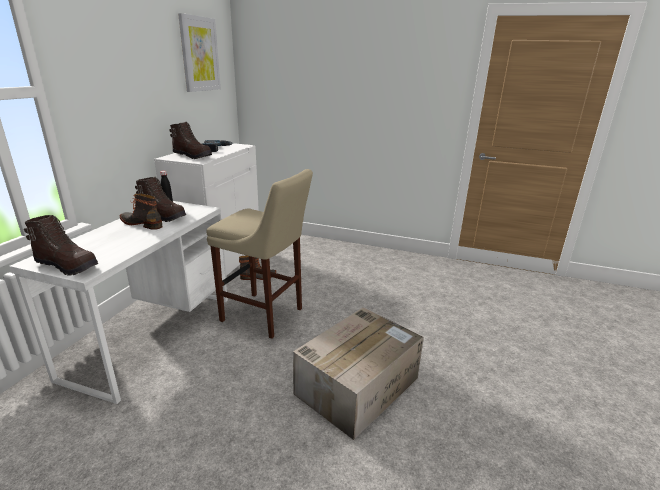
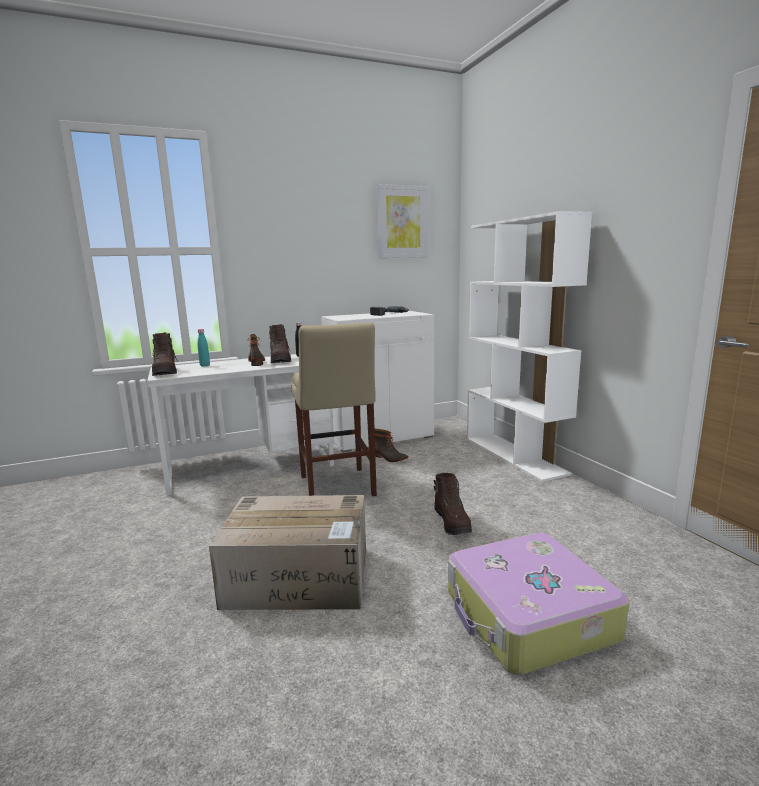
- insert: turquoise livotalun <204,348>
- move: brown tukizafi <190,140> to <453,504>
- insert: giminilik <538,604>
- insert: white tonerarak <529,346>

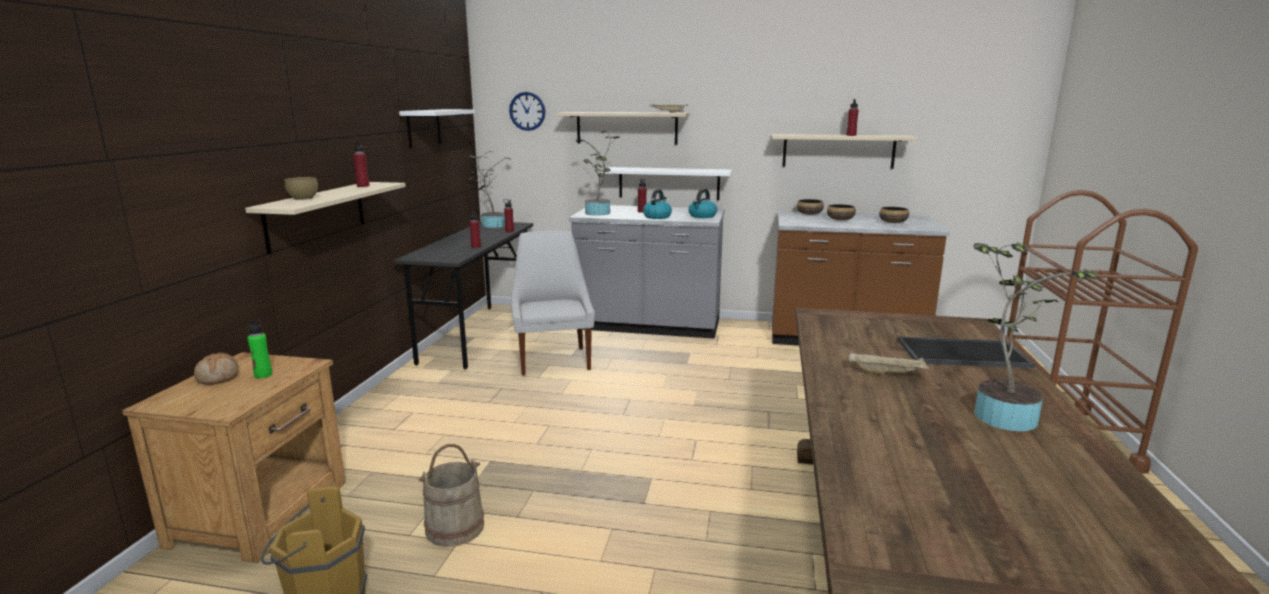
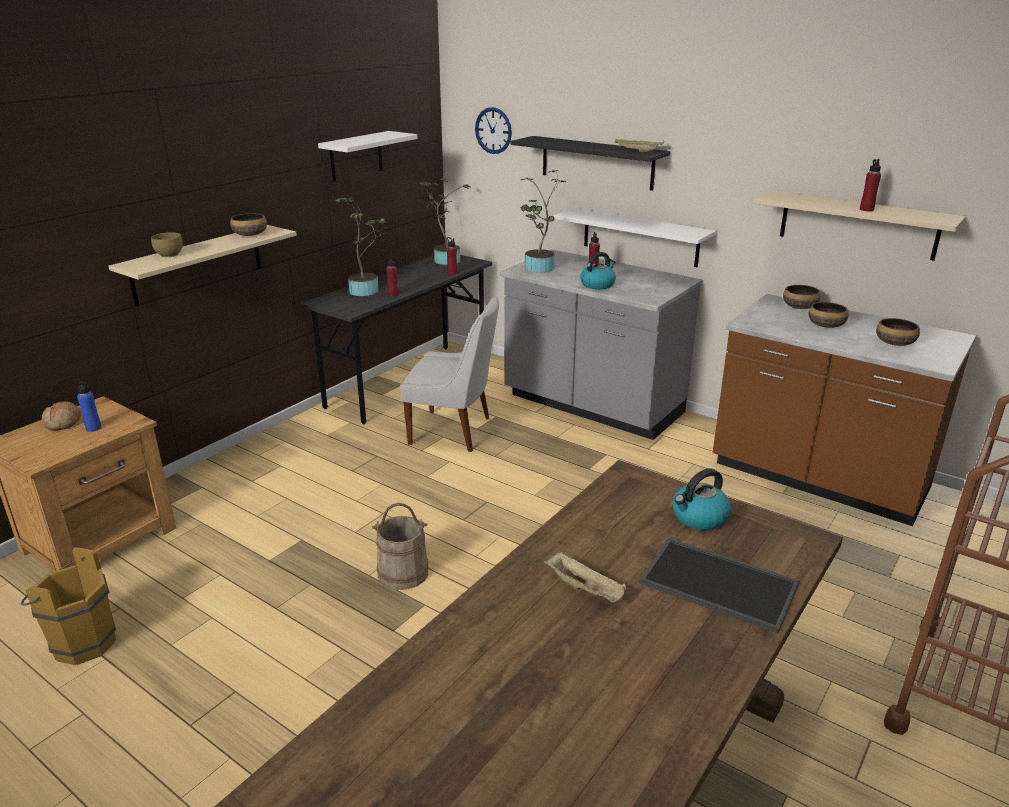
- recolor: green livotalun <259,349> to blue livotalun <89,406>
- replace: red livotalun <361,164> to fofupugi <248,224>
- move: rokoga <1035,336> to <362,246>
- move: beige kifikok <451,495> to <400,546>
- rotate: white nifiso <553,303> = <449,374> 90 degrees clockwise
- recolor: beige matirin <623,128> to black matirin <590,163>
- move: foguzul <702,203> to <701,499>

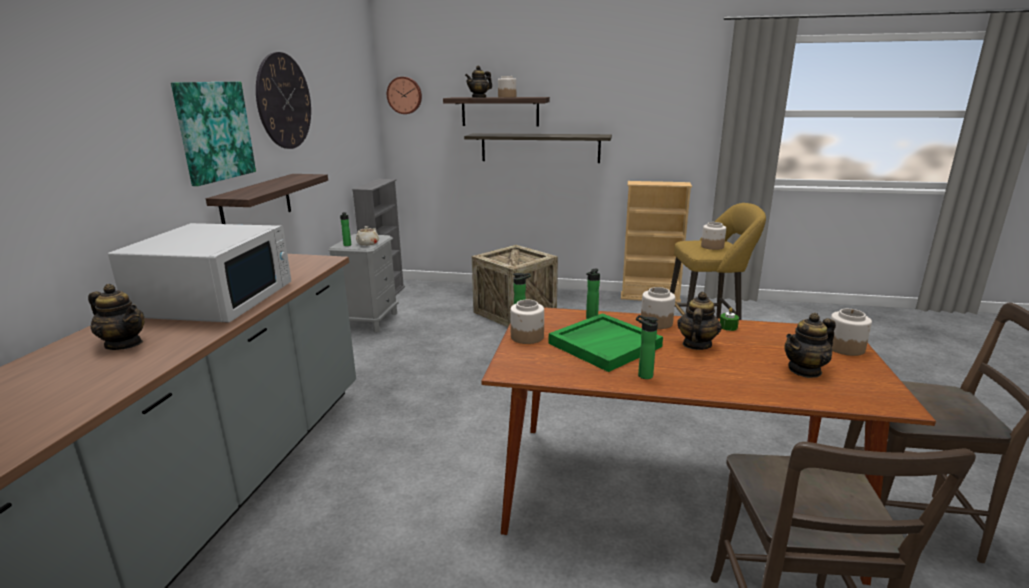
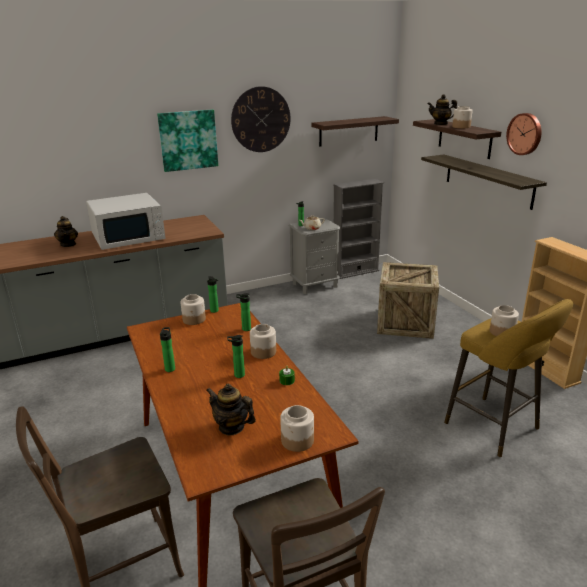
- replace: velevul <699,321> to livotalun <236,356>
- move: matirin <267,199> to <355,131>
- move: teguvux <404,95> to <524,134>
- delete: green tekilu <606,342>

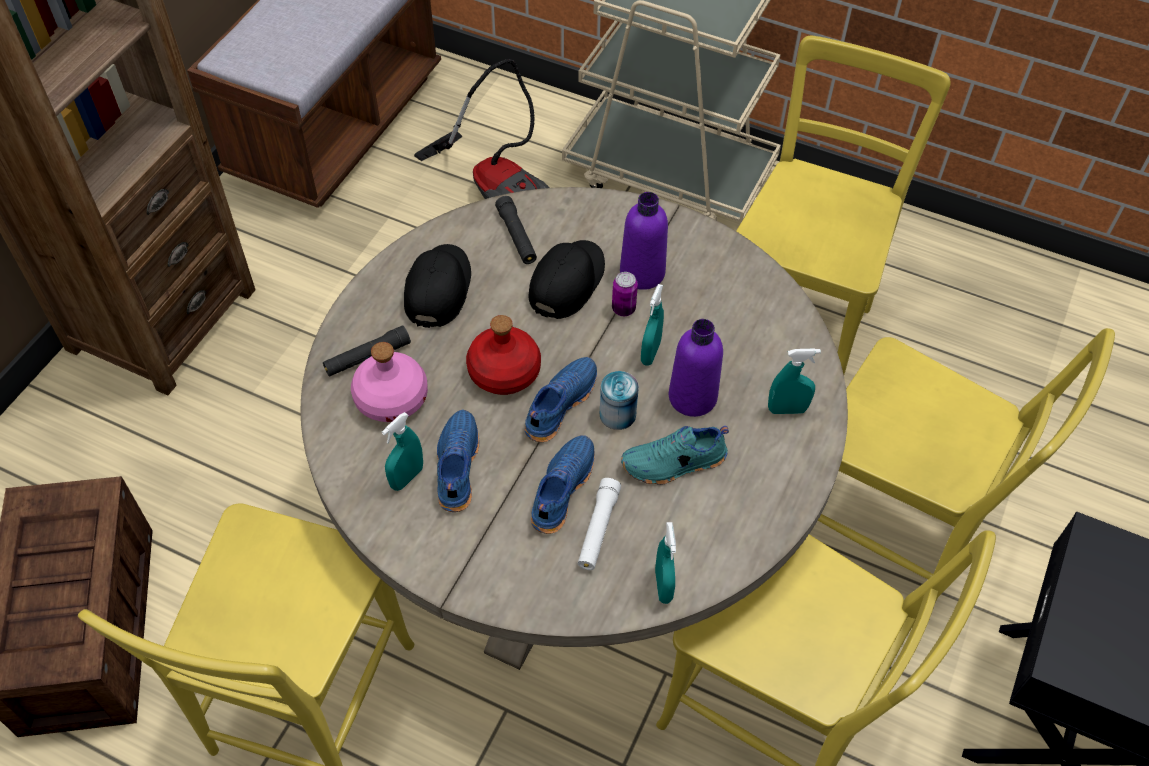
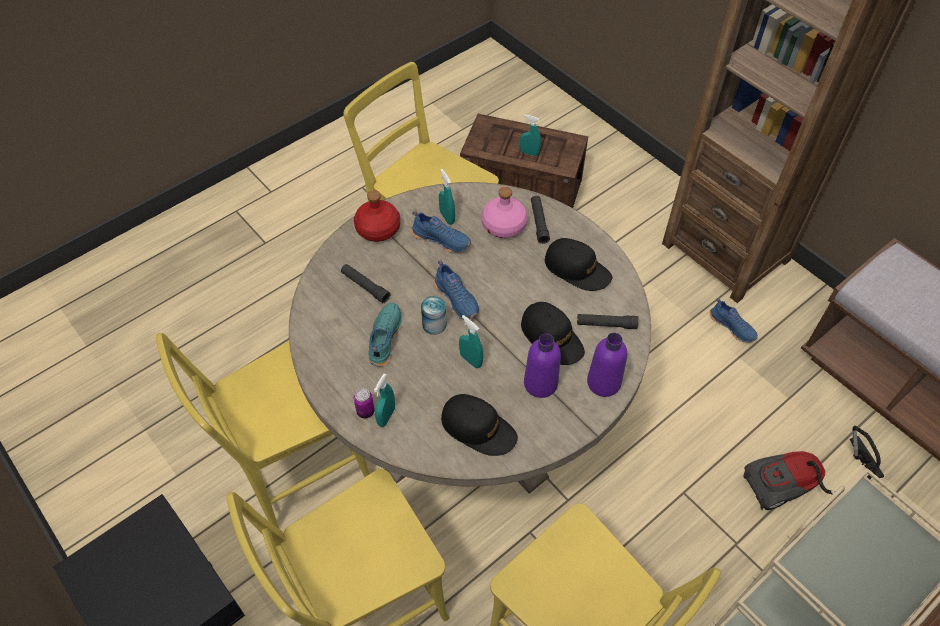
- recolor: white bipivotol <599,524> to black bipivotol <366,283>
- move: red livotalun <503,355> to <377,216>
- move: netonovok <625,294> to <364,403>
- insert: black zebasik <479,425>
- move: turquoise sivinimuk <665,563> to <530,135>
- move: purple livotalun <696,368> to <607,365>
- move: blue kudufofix <563,484> to <734,320>

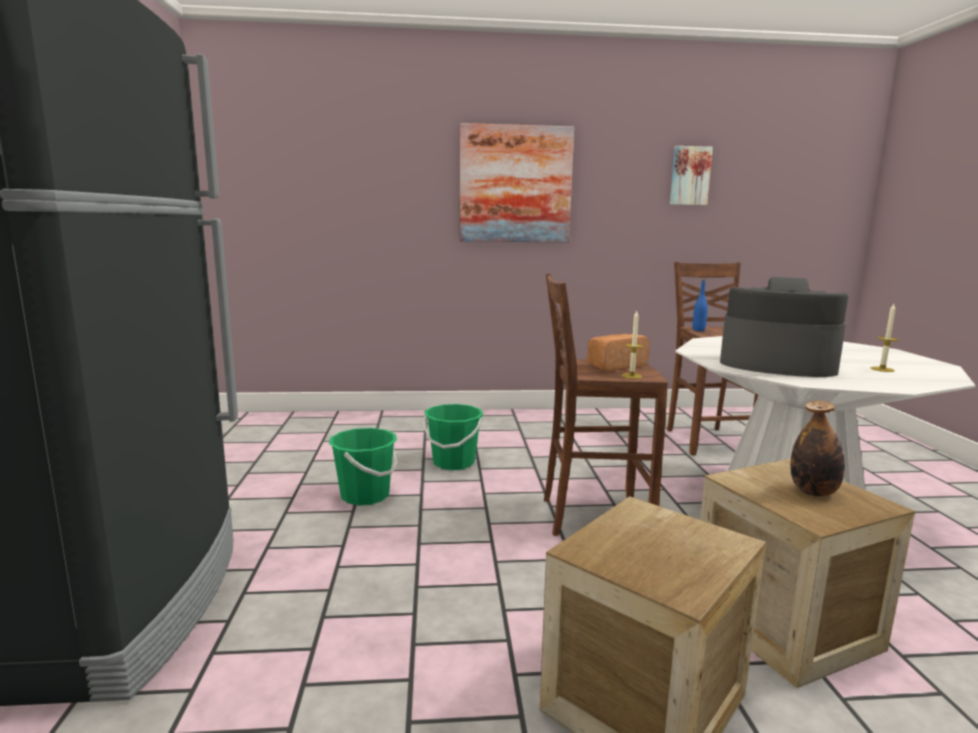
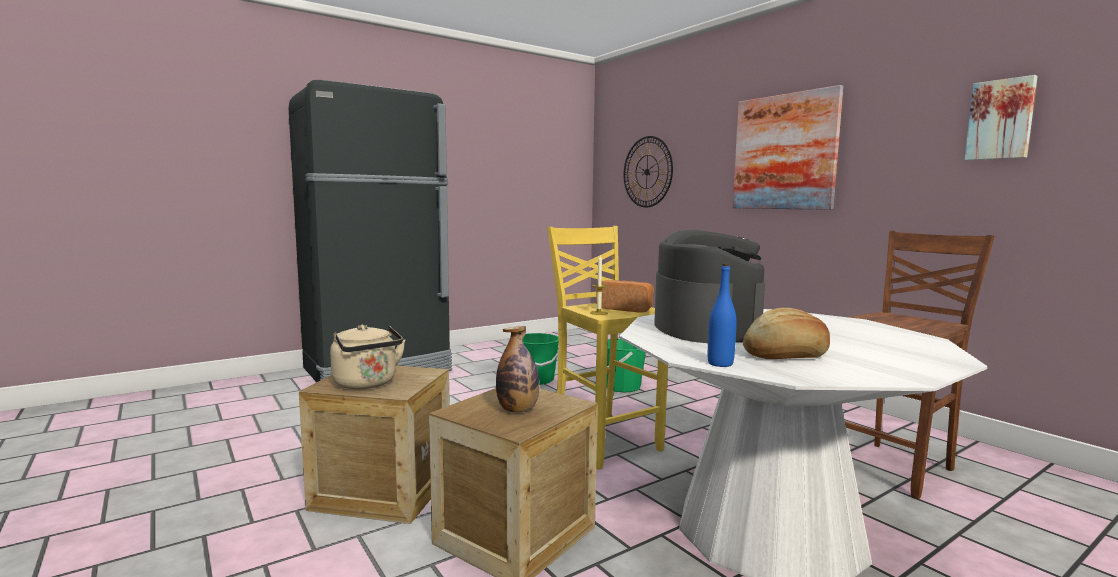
- insert: beige foguzul <367,357>
- recolor: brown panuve <606,405> to yellow panuve <607,348>
- insert: teguvux <648,172>
- move: blue livotalun <700,305> to <722,315>
- replace: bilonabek <884,338> to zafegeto <786,333>

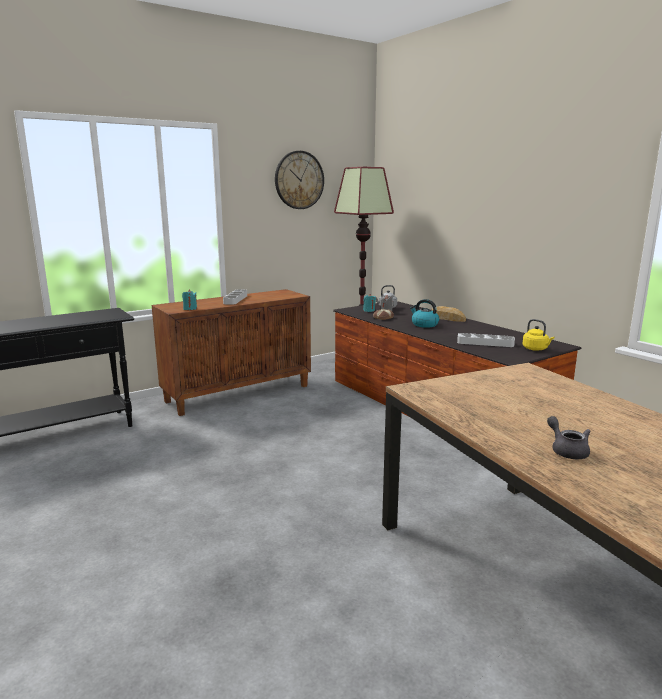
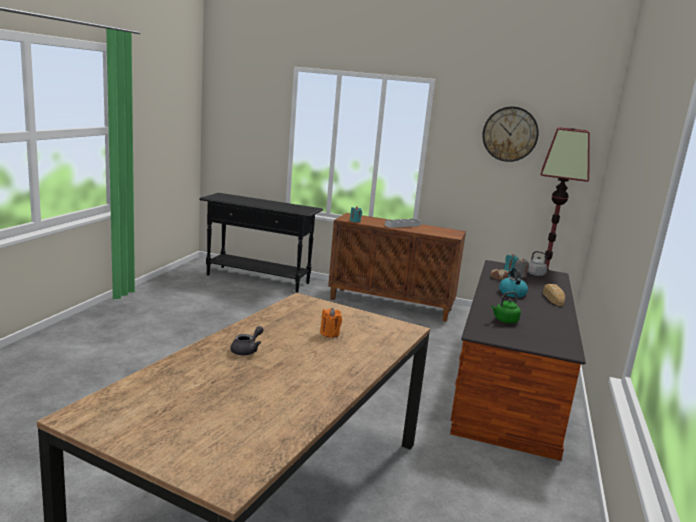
- insert: orange bilonabek <331,323>
- replace: grey tekilu <486,340> to green foguzul <506,307>
- delete: yellow foguzul <538,335>

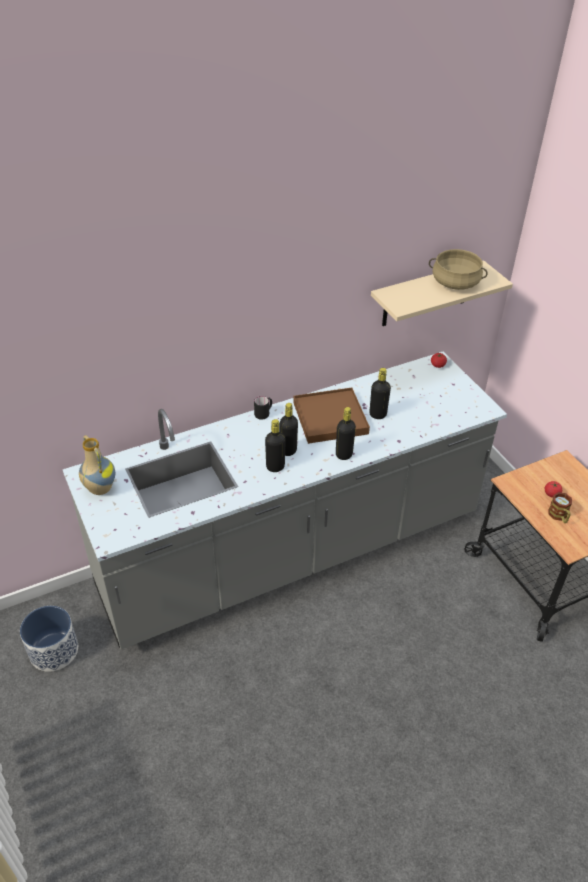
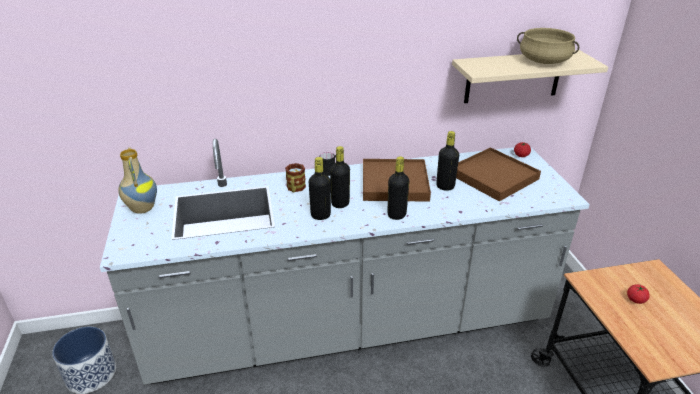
- move: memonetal <560,507> to <295,177>
- insert: brown tekilu <498,174>

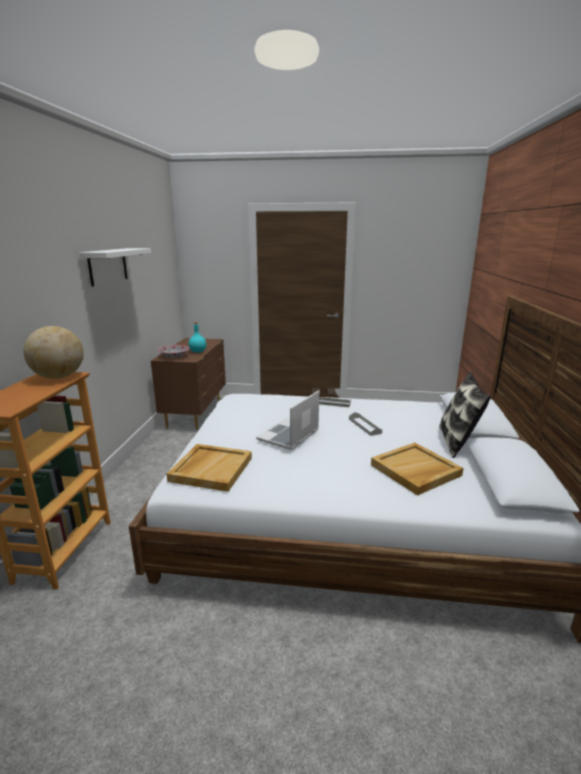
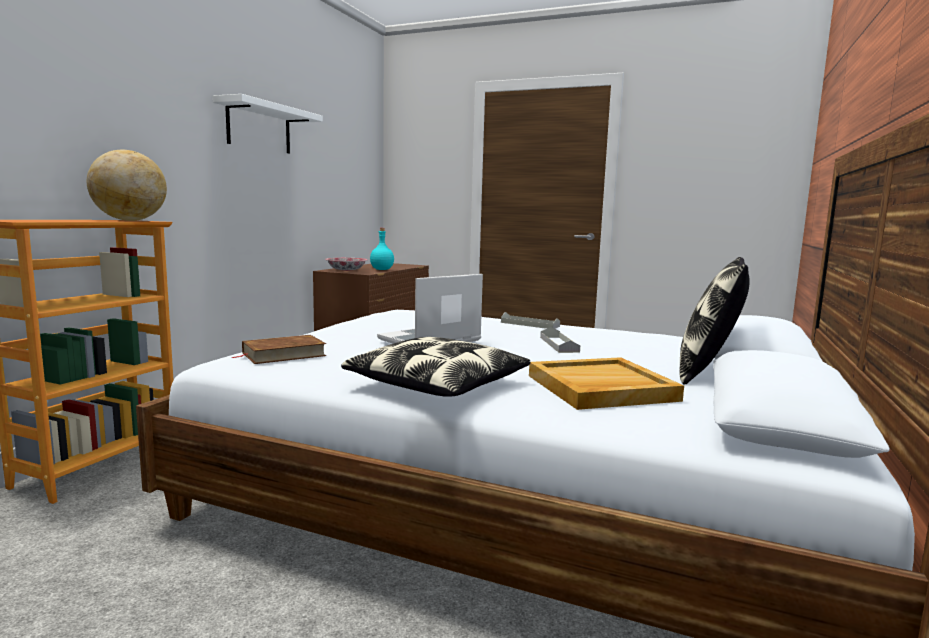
- replace: beige tekilu <209,468> to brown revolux <279,349>
- insert: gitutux <435,367>

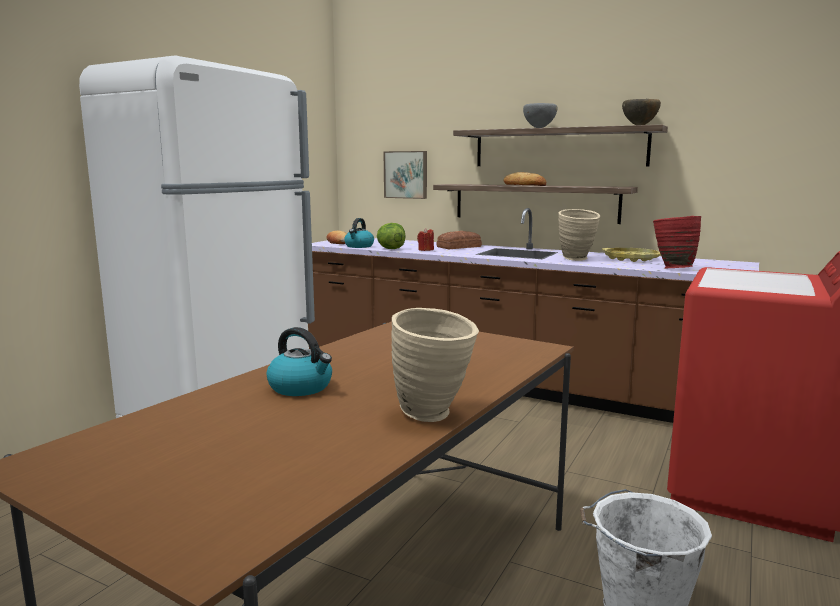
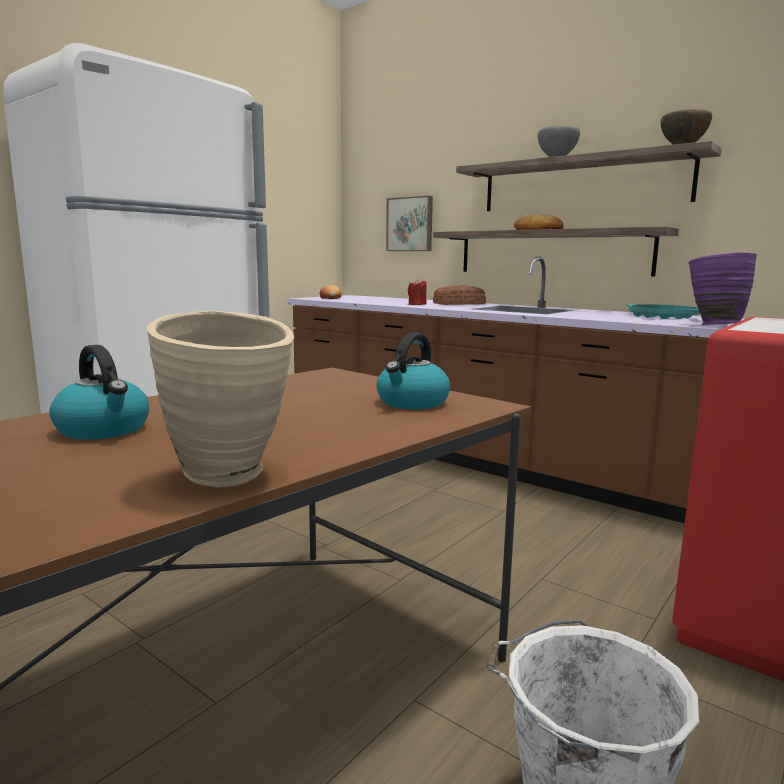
- move: foguzul <359,233> to <413,371>
- recolor: yellow tekilu <631,255> to turquoise tekilu <663,311>
- recolor: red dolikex <677,242> to purple dolikex <723,288>
- delete: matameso <391,236>
- delete: beige dolikex <579,235>

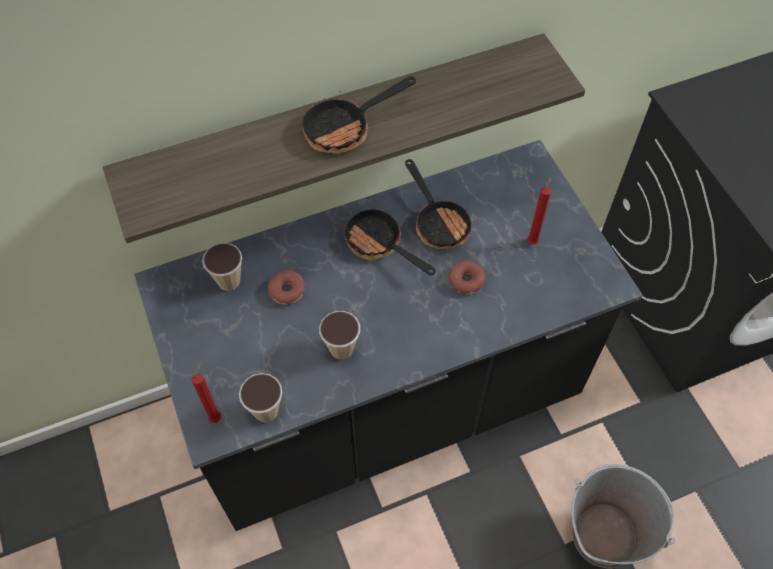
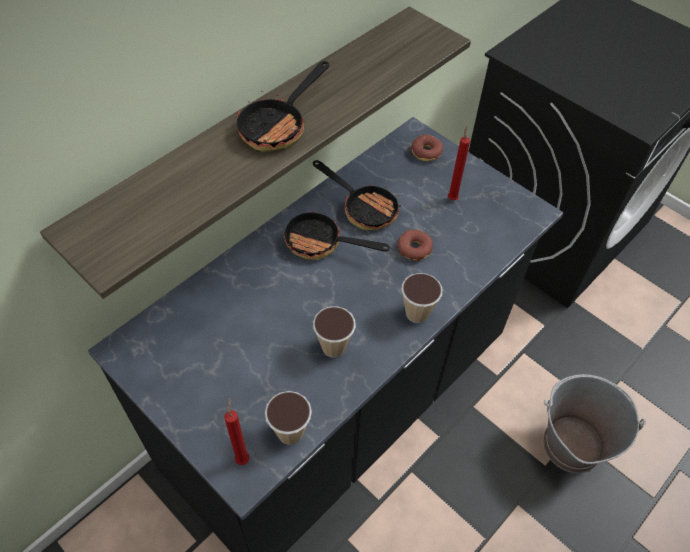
- move: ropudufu <222,267> to <422,298>
- move: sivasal <286,287> to <426,148>

